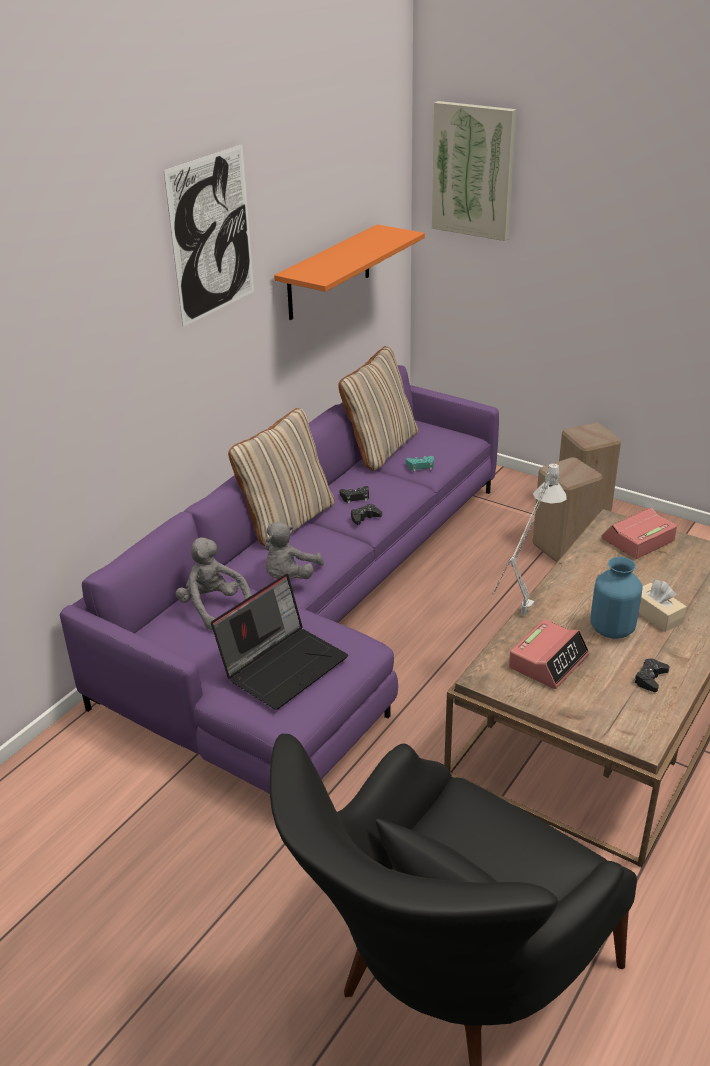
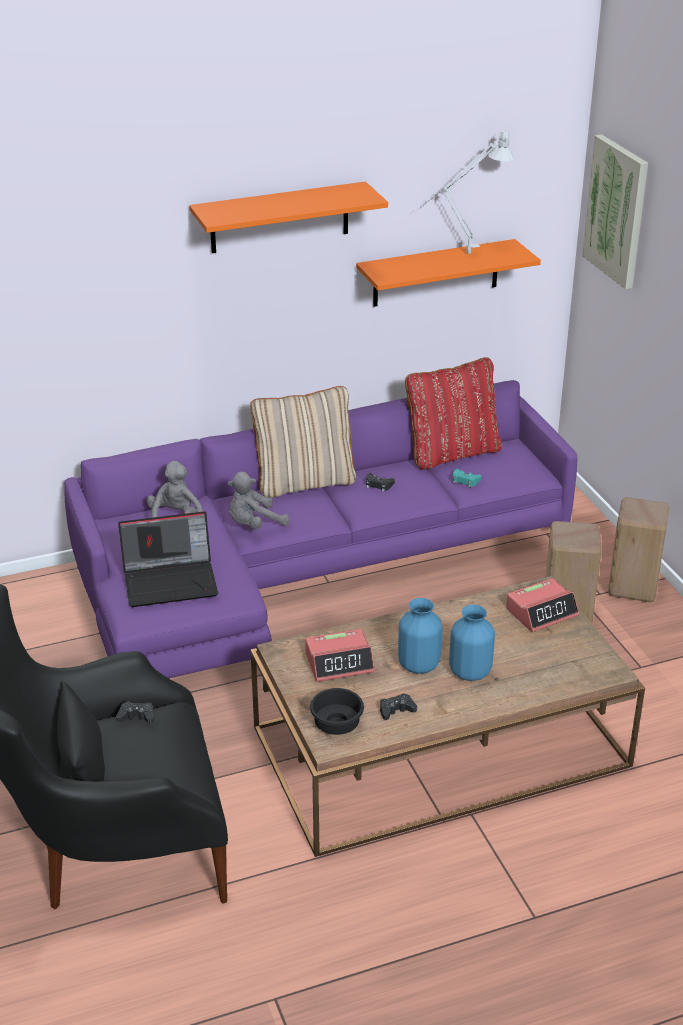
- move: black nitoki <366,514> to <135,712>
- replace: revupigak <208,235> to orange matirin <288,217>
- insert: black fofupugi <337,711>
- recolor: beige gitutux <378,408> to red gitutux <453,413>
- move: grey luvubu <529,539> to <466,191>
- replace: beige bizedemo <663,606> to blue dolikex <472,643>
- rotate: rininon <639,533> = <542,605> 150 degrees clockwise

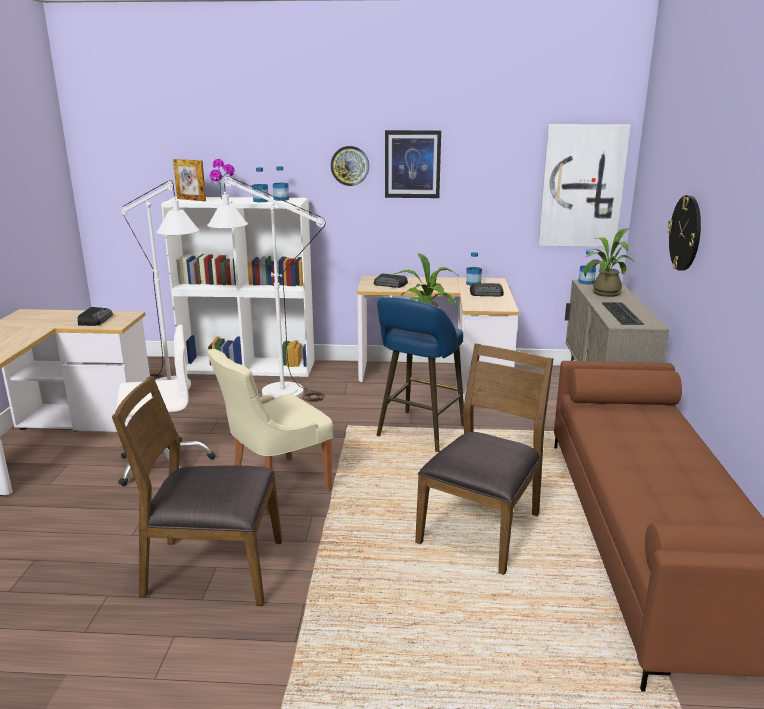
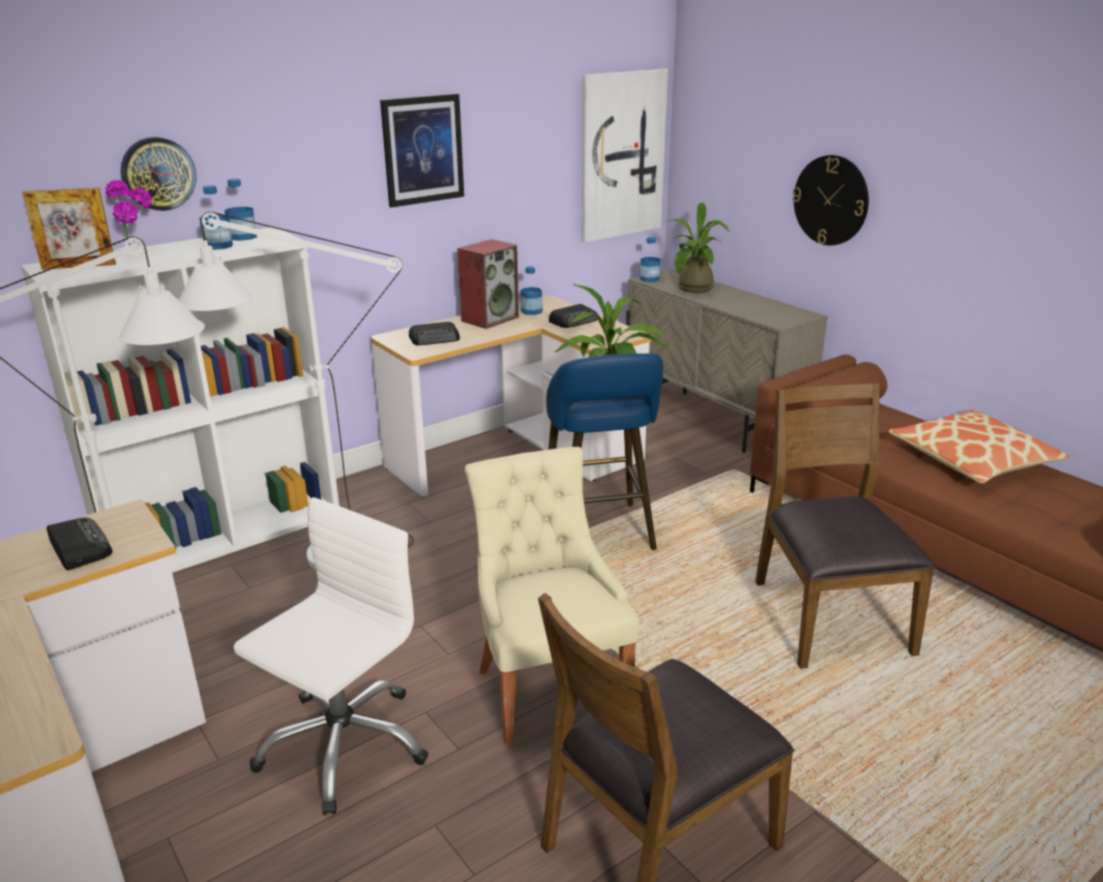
- move: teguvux <350,166> to <158,174>
- insert: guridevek <488,284>
- rotate: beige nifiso <270,431> = <552,596> 150 degrees clockwise
- insert: gitutux <978,446>
- delete: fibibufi <623,313>

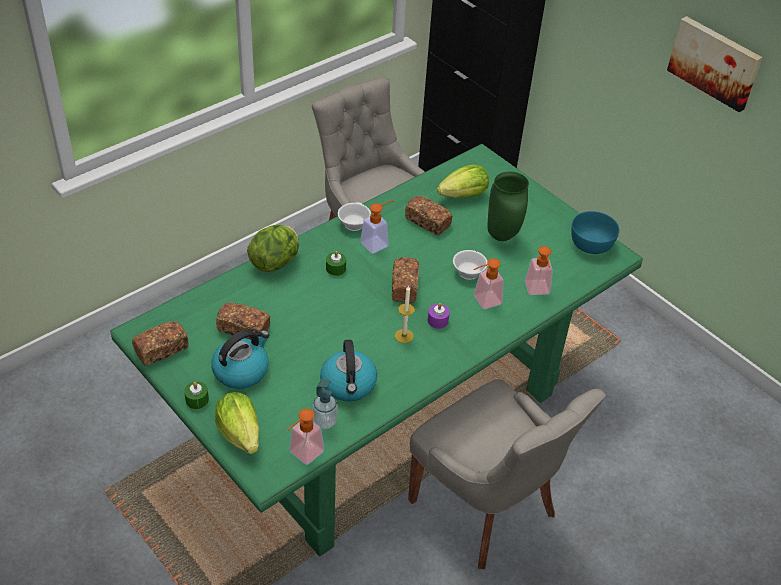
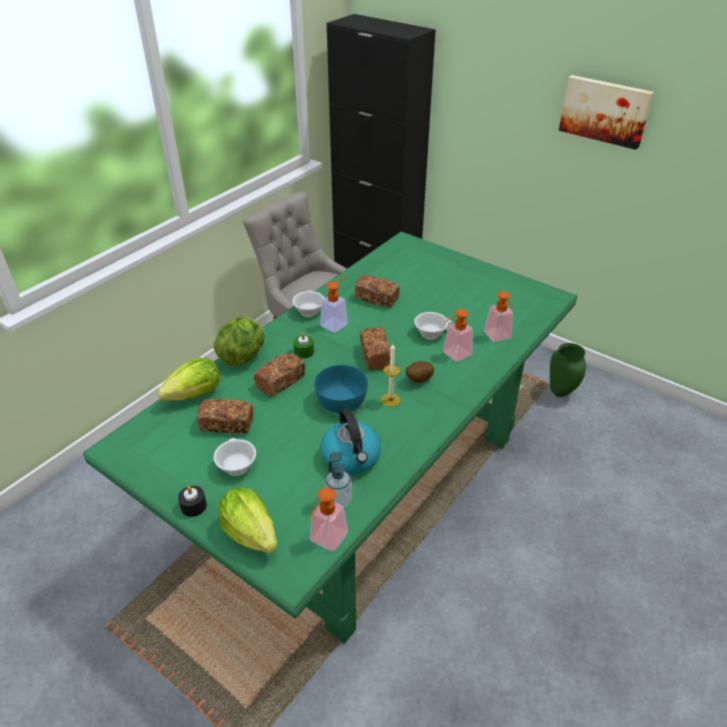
- move: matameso <463,181> to <188,379>
- recolor: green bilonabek <196,395> to black bilonabek <192,501>
- replace: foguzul <240,359> to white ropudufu <235,457>
- move: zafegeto <160,343> to <279,375>
- move: turquoise fofupugi <595,232> to <341,389>
- replace: purple bilonabek <439,316> to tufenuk <420,372>
- move: green dolikex <508,206> to <568,370>
- delete: grey nifiso <507,474>

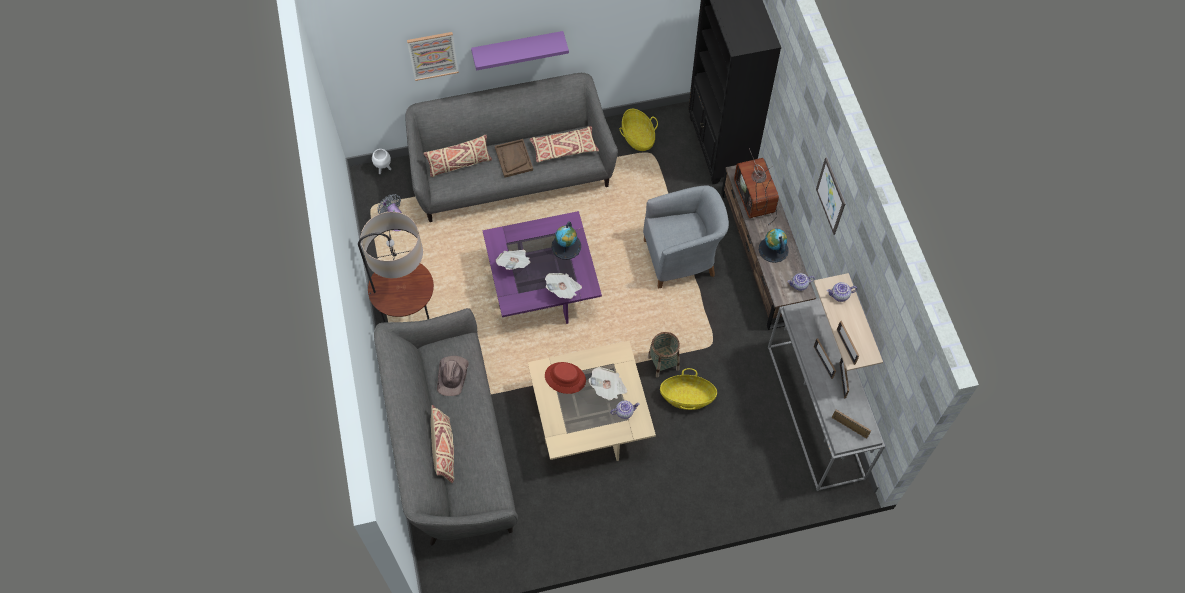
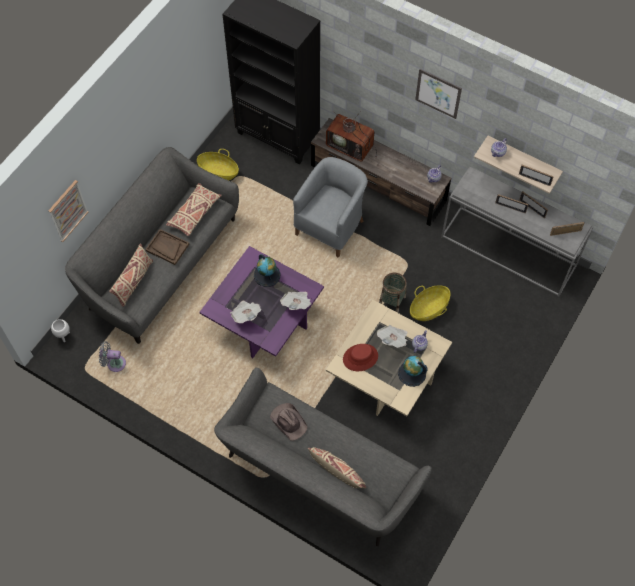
- move: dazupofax <774,245> to <412,371>
- delete: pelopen <396,267>
- delete: purple matirin <520,51>

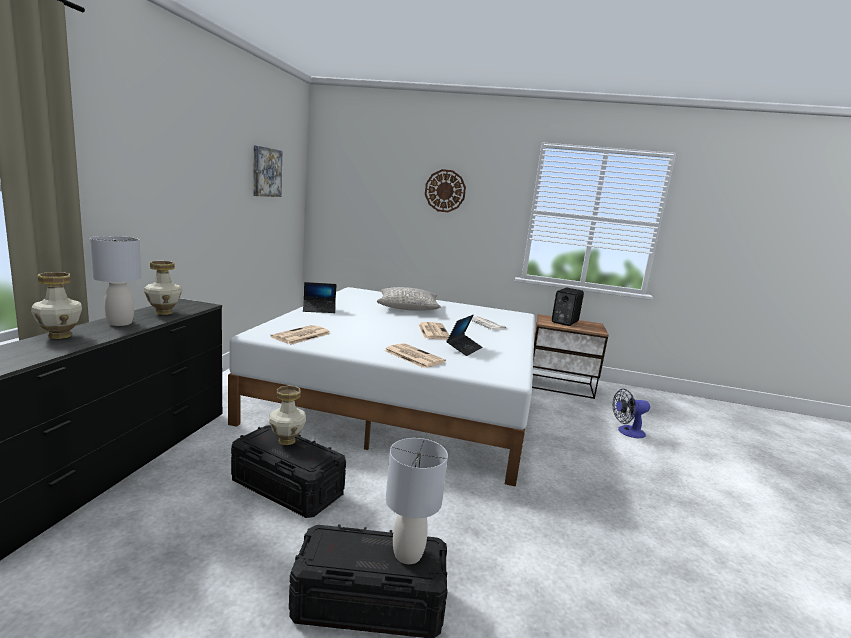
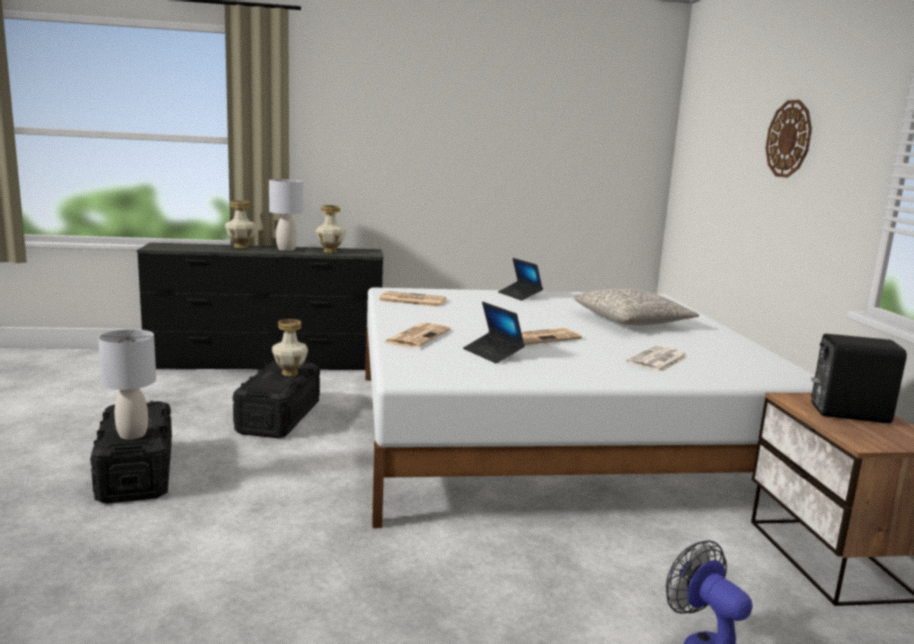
- rotate: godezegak <464,335> = <494,332> 45 degrees clockwise
- delete: revupigak <267,171>

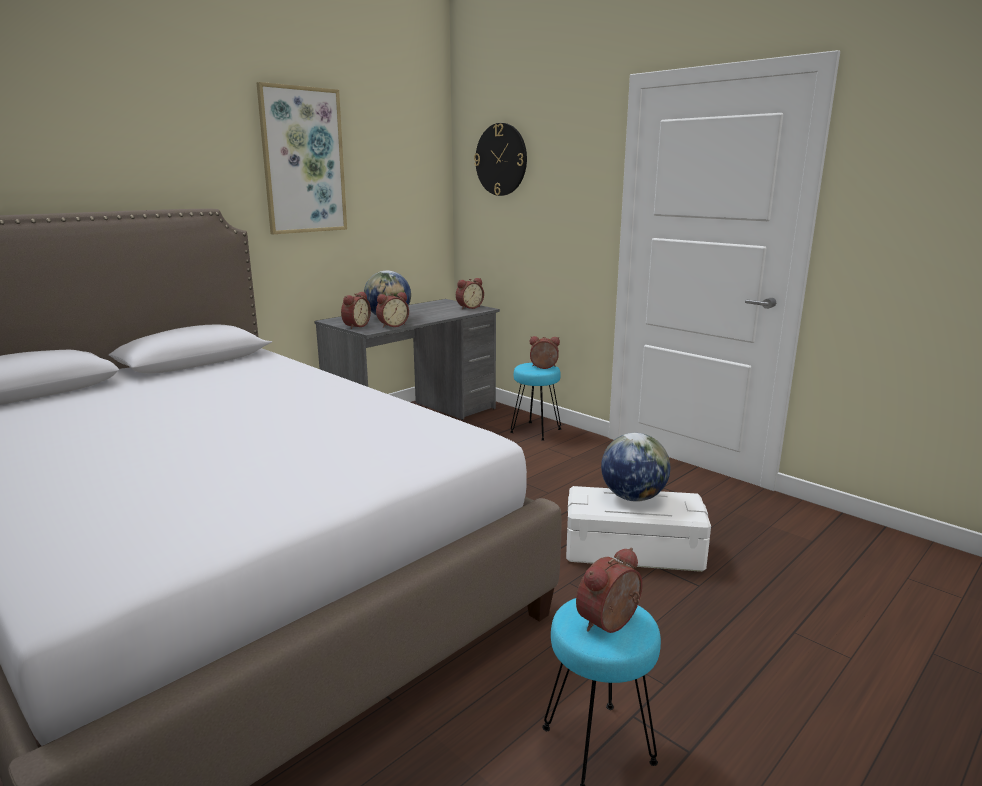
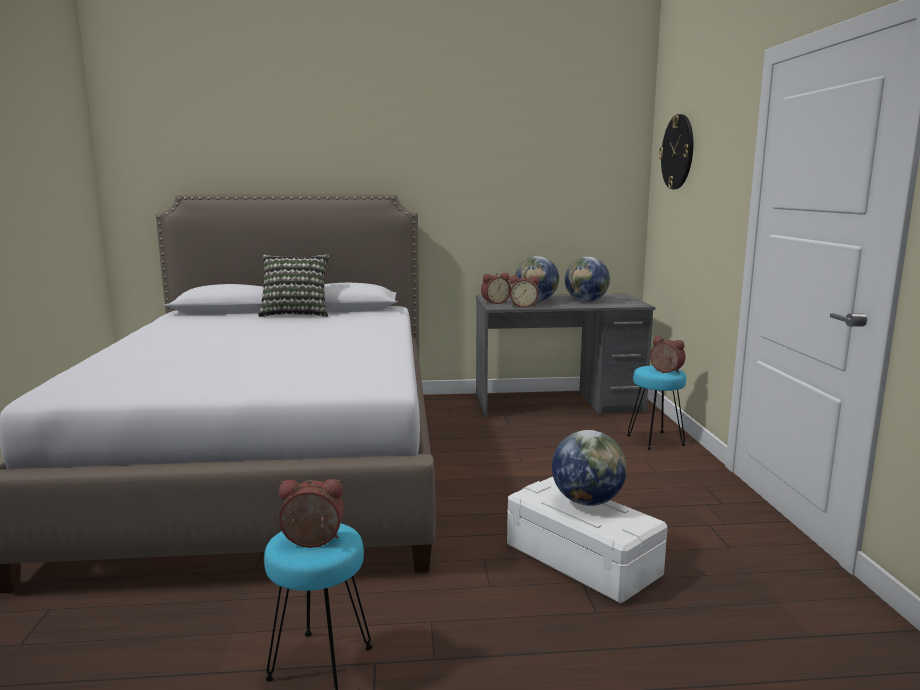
- insert: gitutux <294,285>
- insert: dazupofax <587,279>
- delete: revupigak <302,158>
- delete: rininon <470,293>

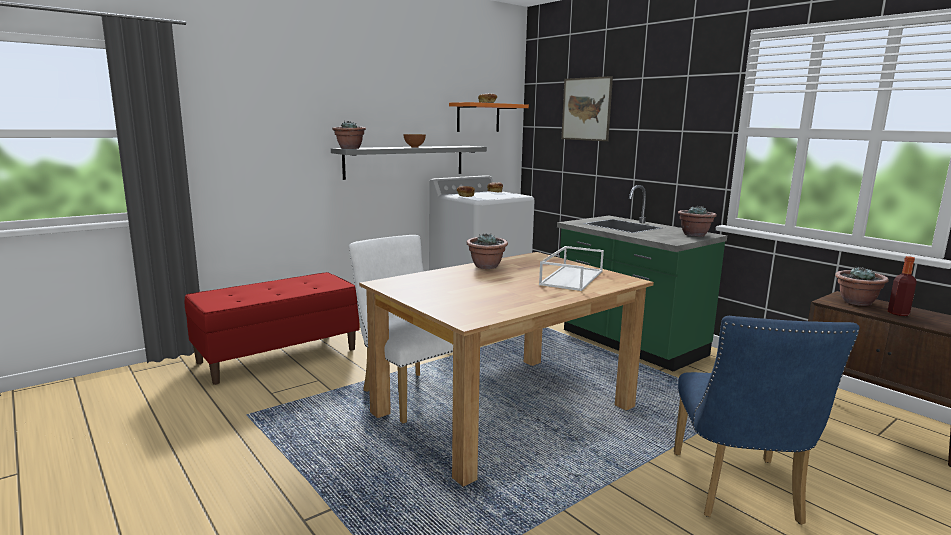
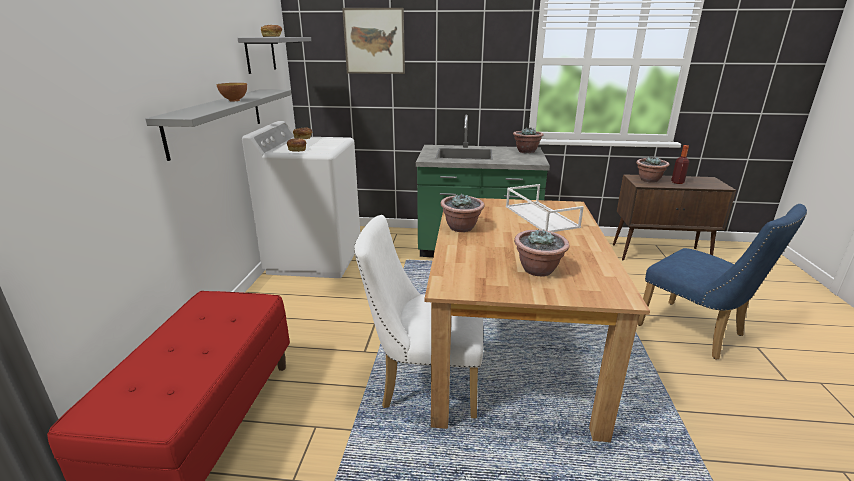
- recolor: orange matirin <489,117> to grey matirin <275,55>
- move: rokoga <349,135> to <541,252>

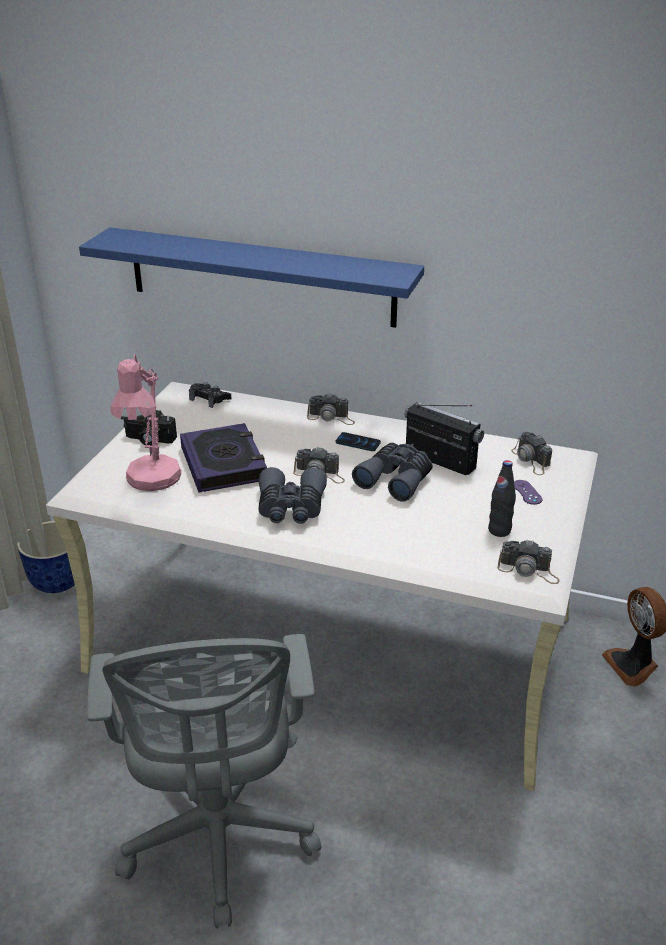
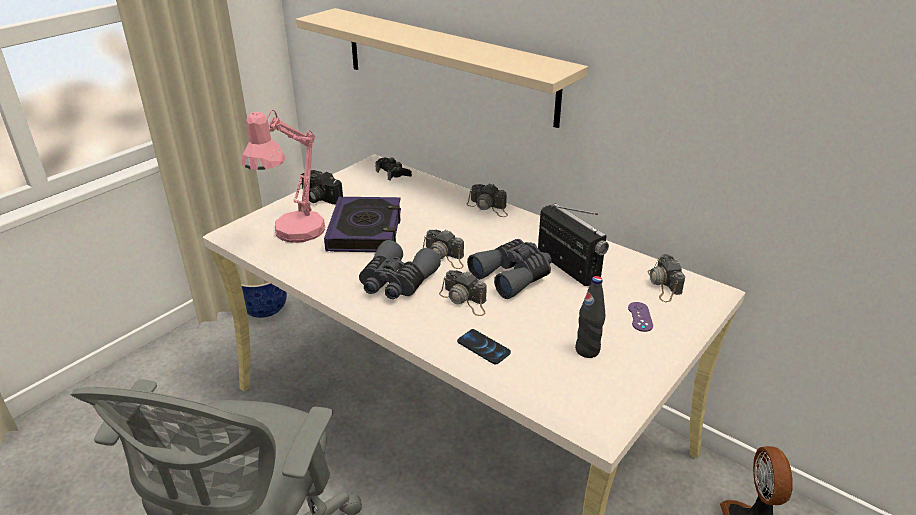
- recolor: blue matirin <251,277> to beige matirin <442,68>
- move: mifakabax <529,561> to <463,293>
- move: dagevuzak <358,441> to <484,347>

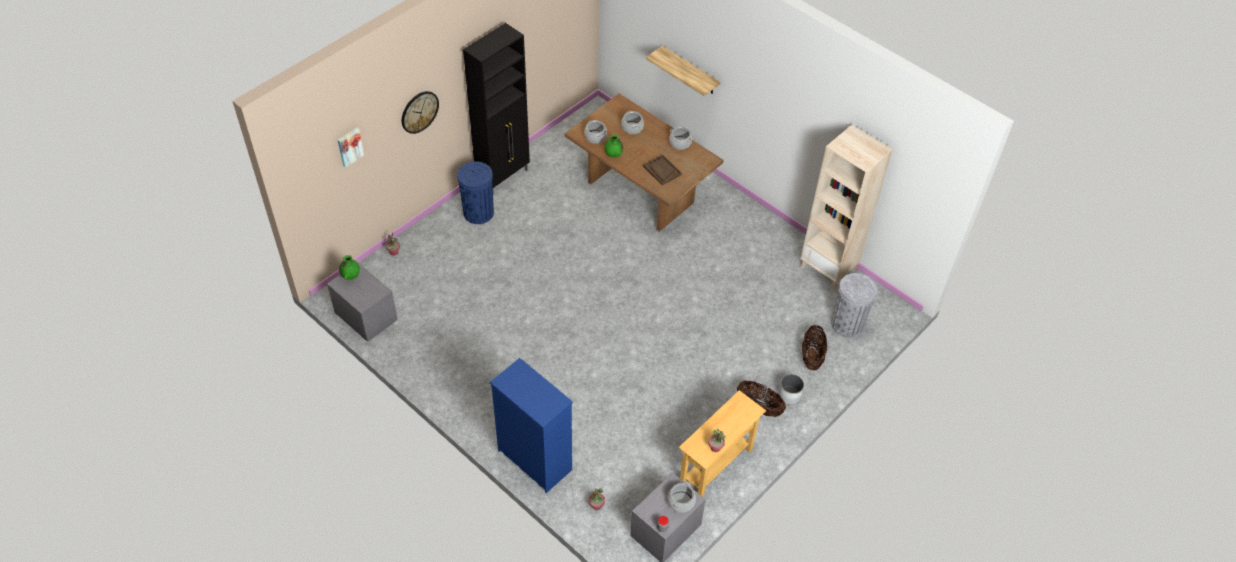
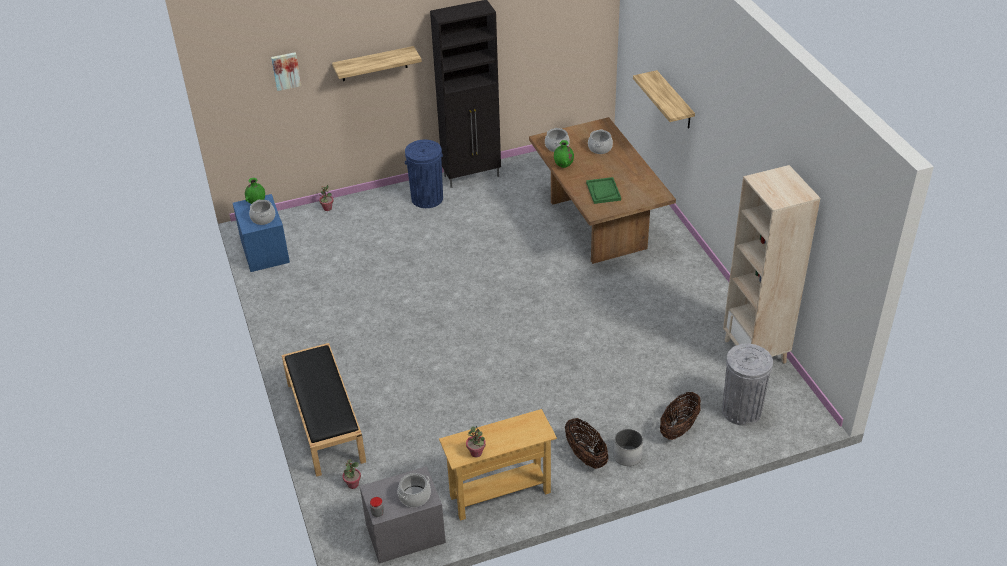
- recolor: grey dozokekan <362,302> to blue dozokekan <261,233>
- move: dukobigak <680,138> to <262,212>
- replace: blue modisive <531,425> to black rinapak <324,410>
- replace: teguvux <420,112> to matirin <377,63>
- recolor: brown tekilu <662,170> to green tekilu <603,190>

